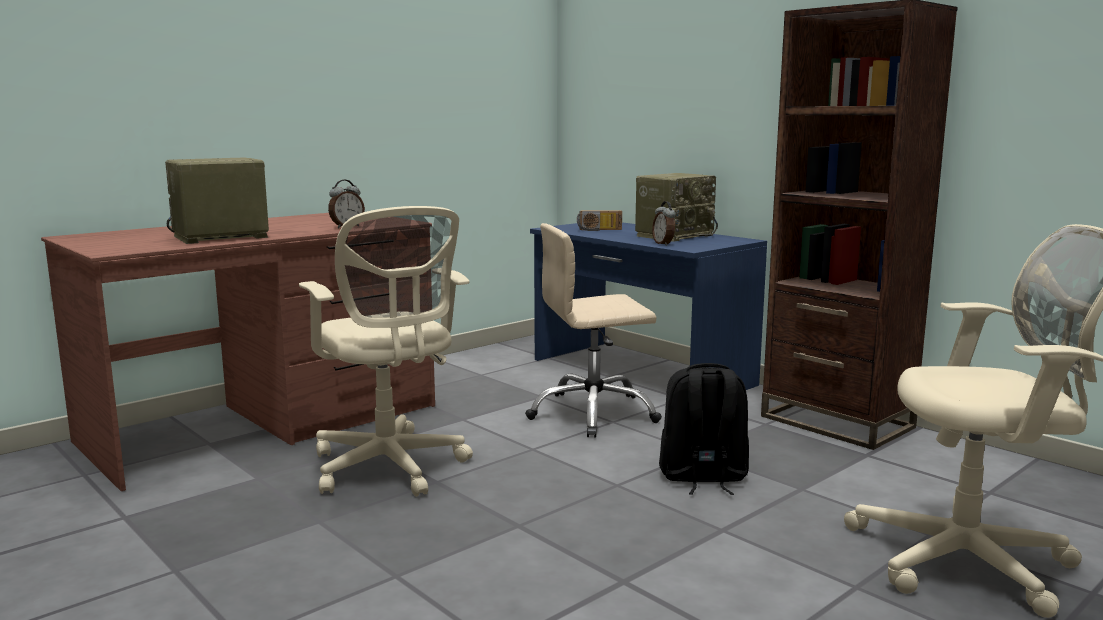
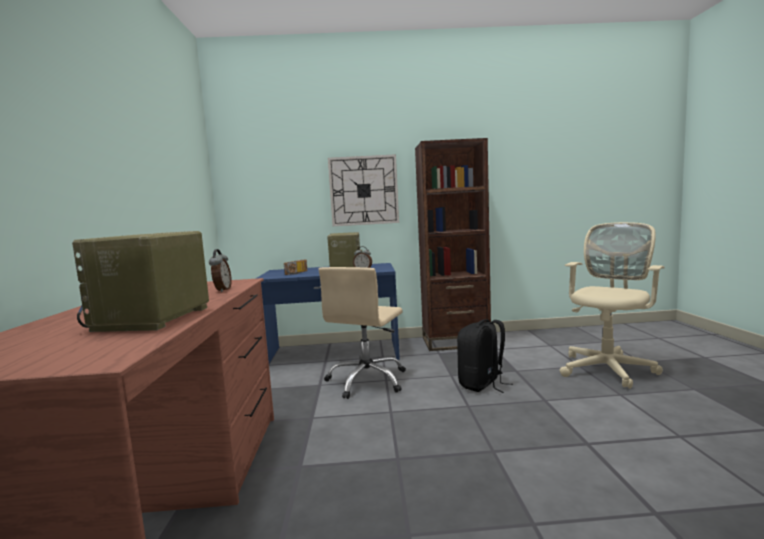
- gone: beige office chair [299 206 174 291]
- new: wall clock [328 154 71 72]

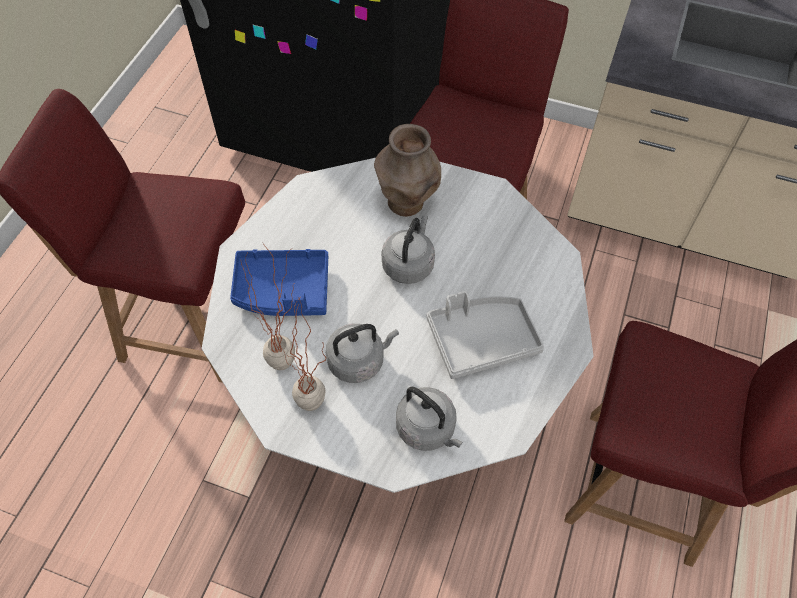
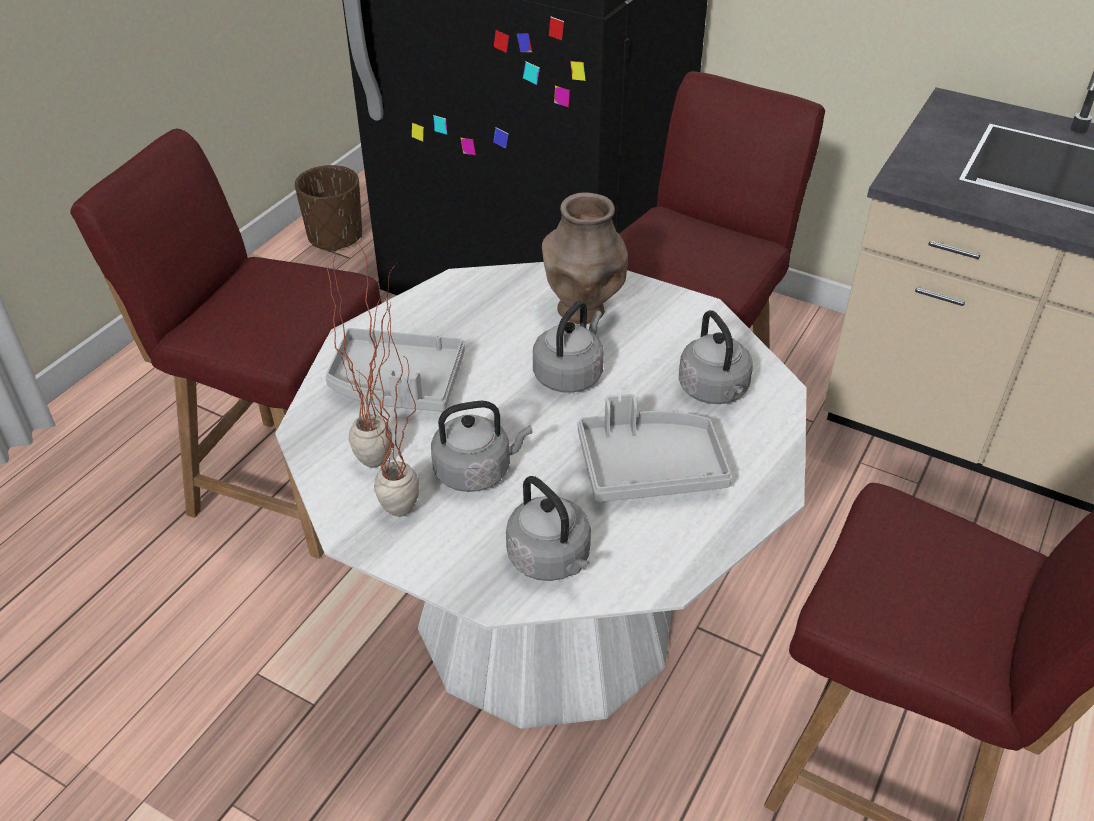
- repainted: blue tray [230 249 98 67] to grey tray [325 328 140 84]
- new: brown planter [295 165 67 87]
- new: grey kettle [679 310 74 94]

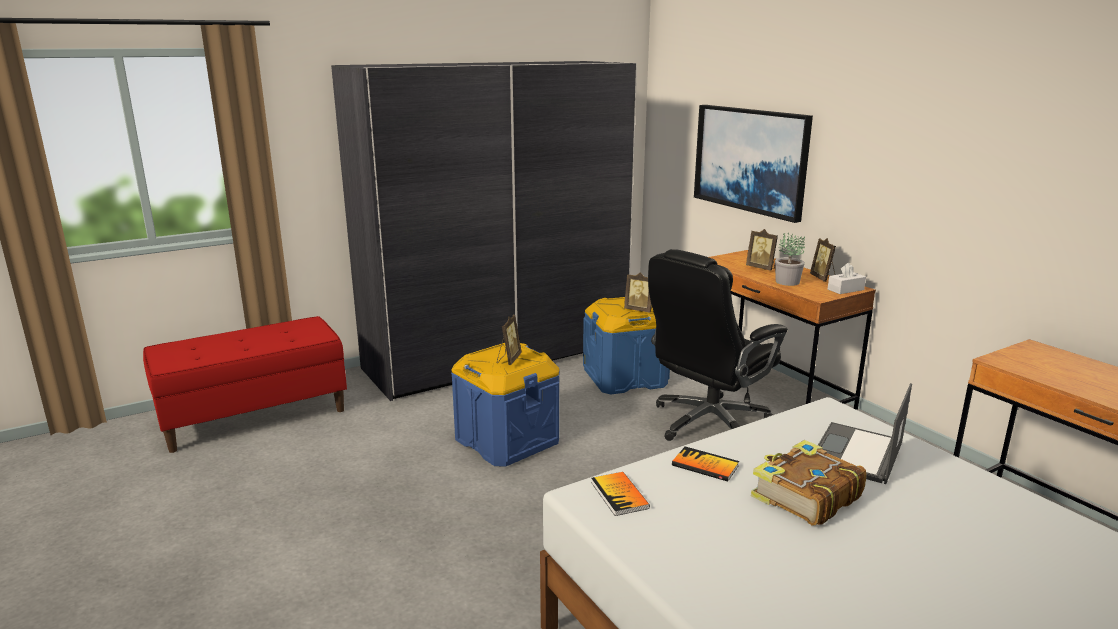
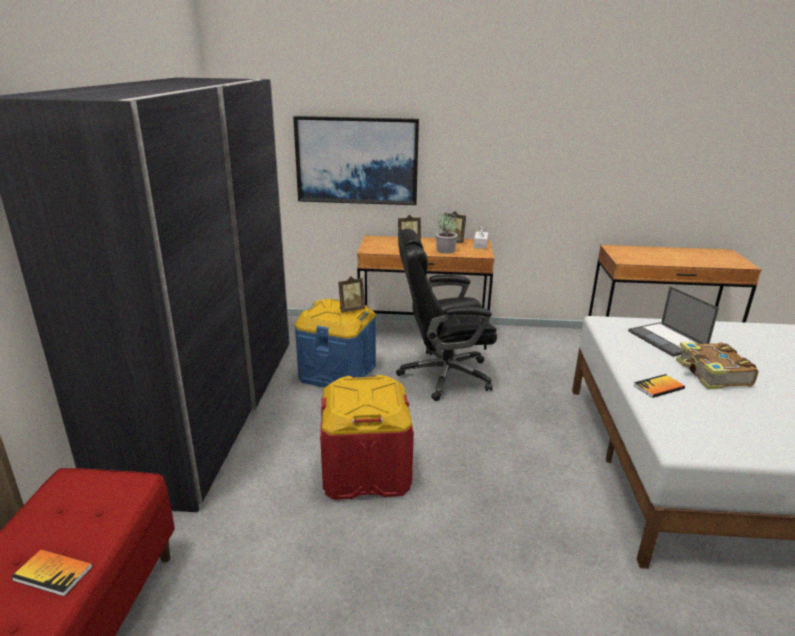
- rotated: black office chair [648 249 140 192] = [396 228 101 173] 90 degrees clockwise
- gone: picture frame [497 315 25 50]
- repainted: blue storage box [451 343 109 124] to red storage box [320 375 94 125]
- shifted: book [591 472 59 44] to [11 549 82 48]

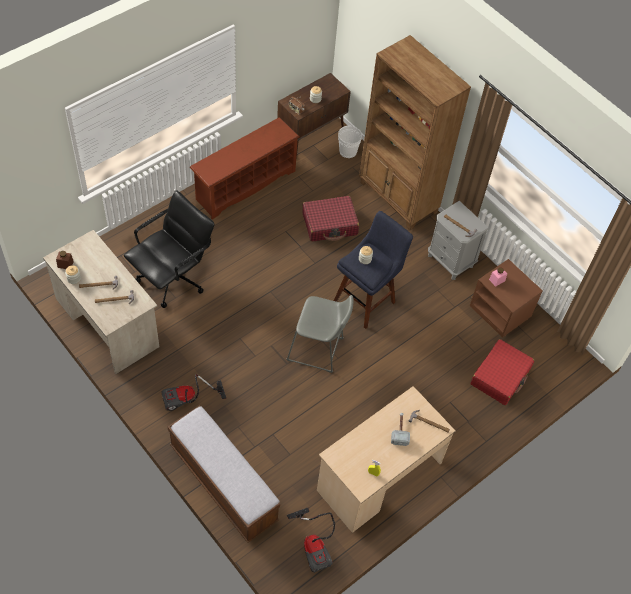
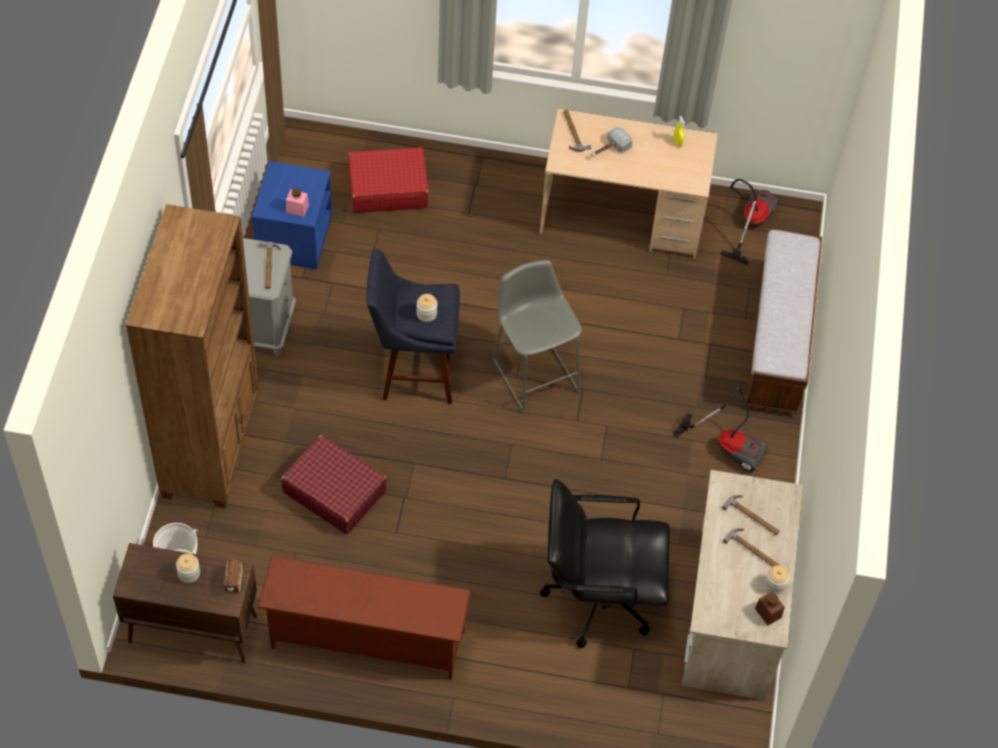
- repainted: brown nightstand [470 259 73 79] to blue nightstand [252 161 80 108]

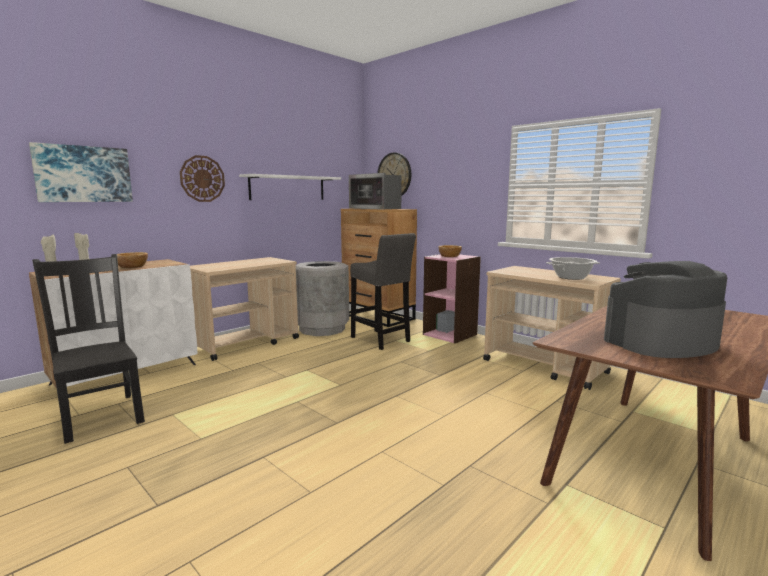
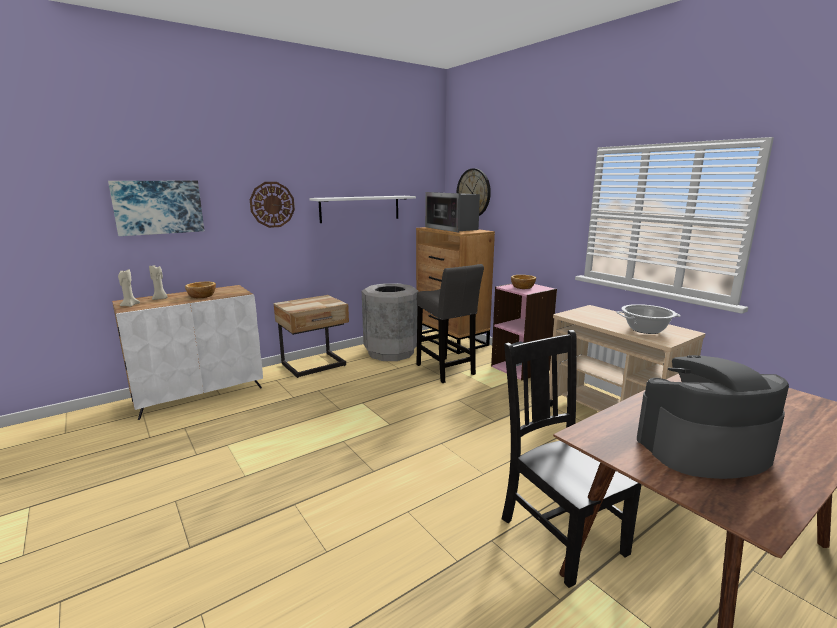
- shifted: black chair [32 254 113 190] to [502 330 139 258]
- swapped: beige cart [190 257 109 104] to beige nightstand [274 295 75 83]

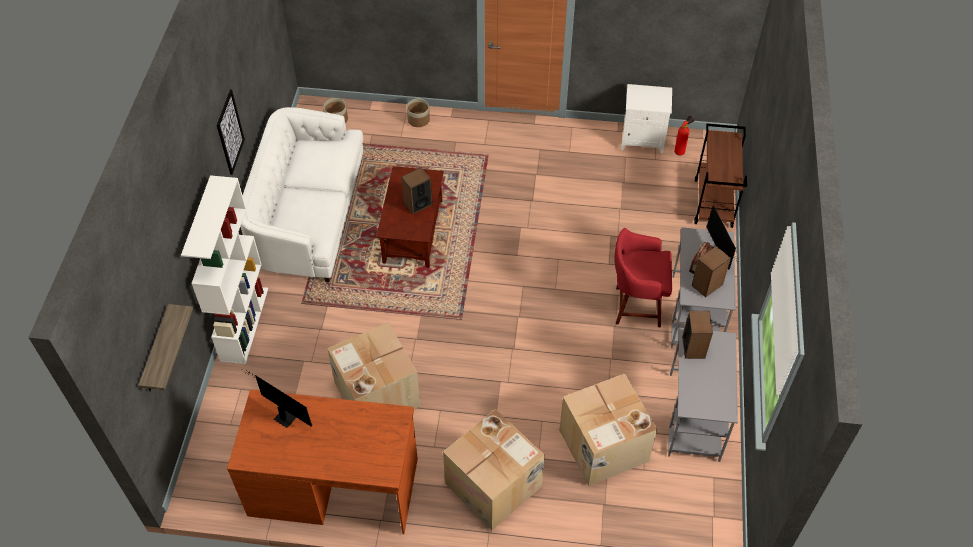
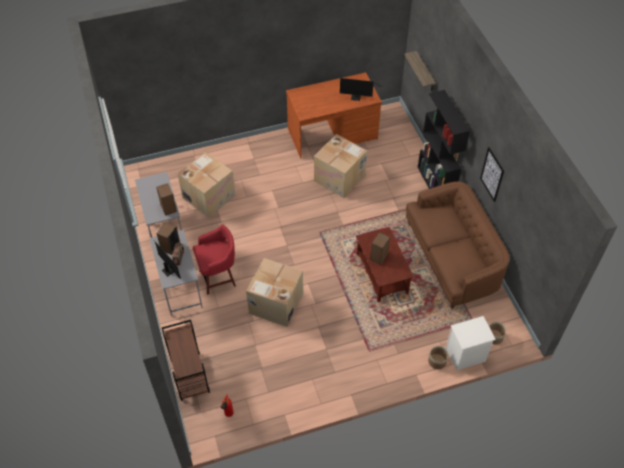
- shifted: white nightstand [621 84 51 69] to [445 316 51 54]
- repainted: white sofa [240 107 123 175] to brown sofa [406 181 104 128]
- repainted: white bookcase [181 175 87 189] to black bookcase [418 90 52 99]
- shifted: cardboard box [443 409 102 121] to [246 258 57 69]

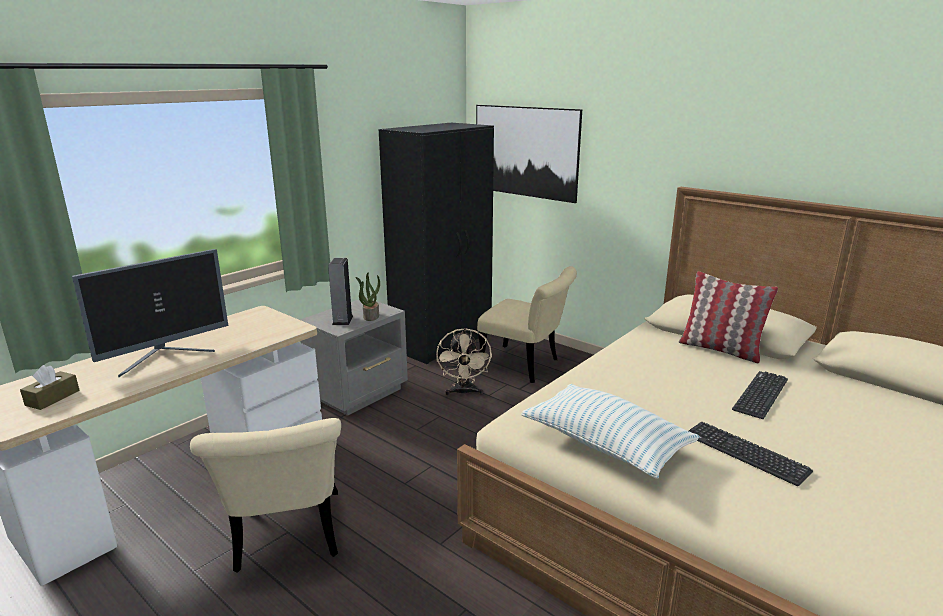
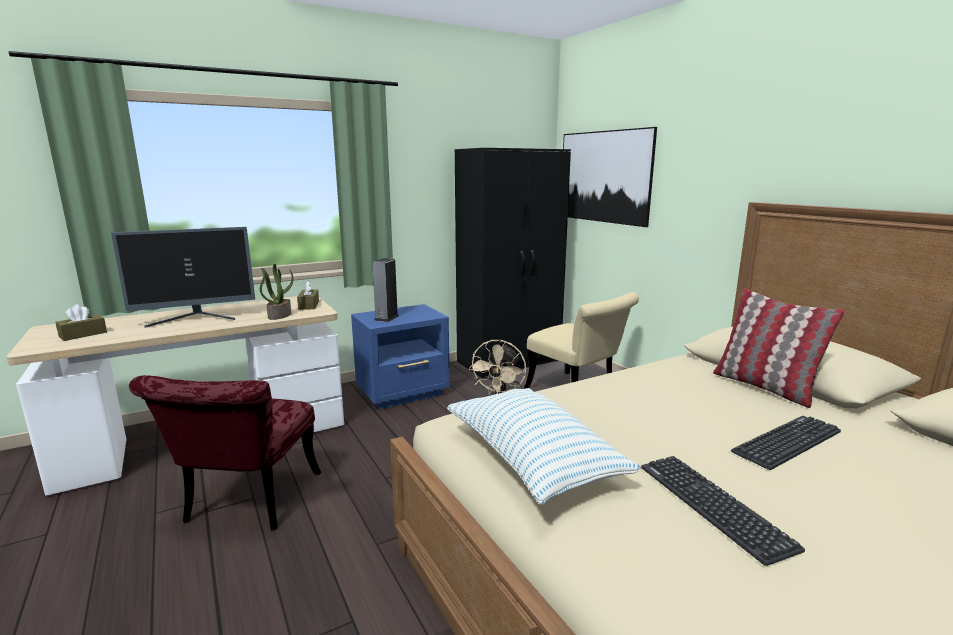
- shifted: potted plant [355 272 25 49] to [260 264 33 56]
- repainted: grey nightstand [300 298 108 118] to blue nightstand [351 304 99 105]
- repainted: beige chair [190 418 151 155] to red chair [129 375 192 156]
- new: brown tissue box [297 281 22 29]

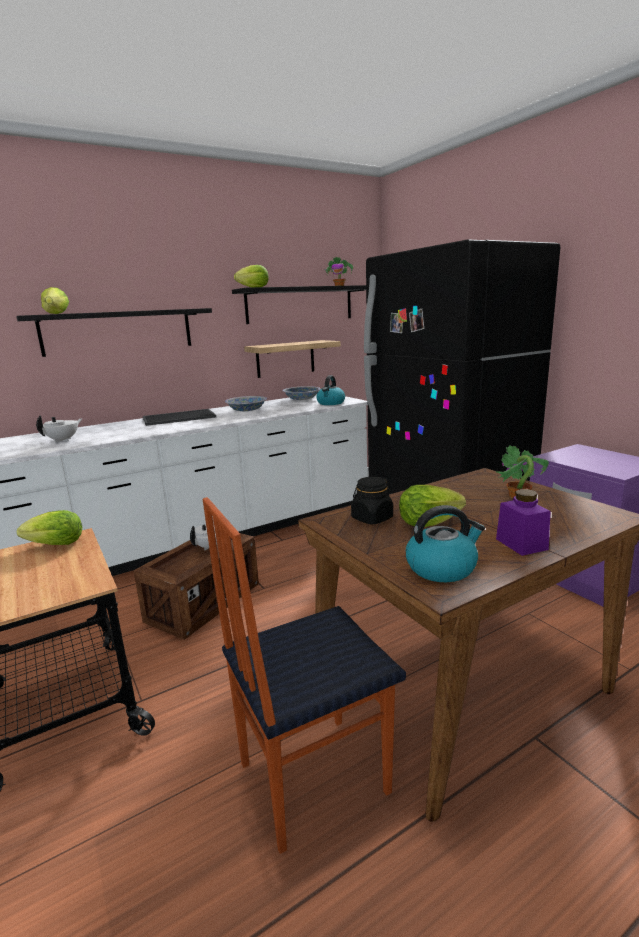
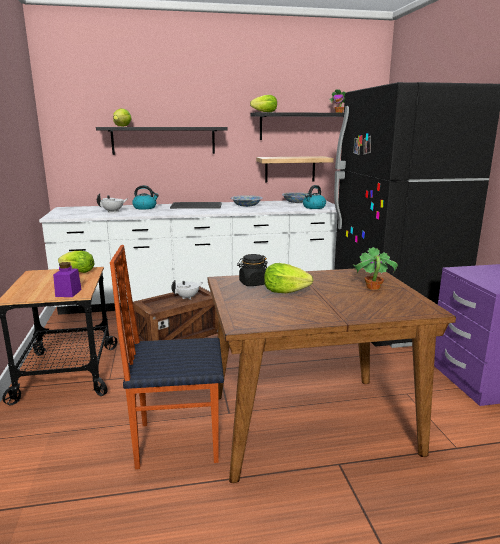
- shifted: purple jar [496 489 55 67] to [53 262 29 35]
- shifted: kettle [406 505 79 77] to [132 185 27 25]

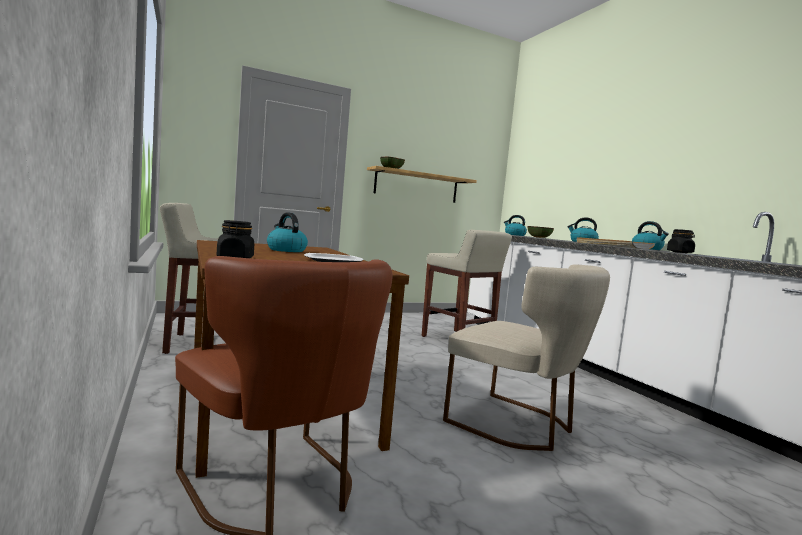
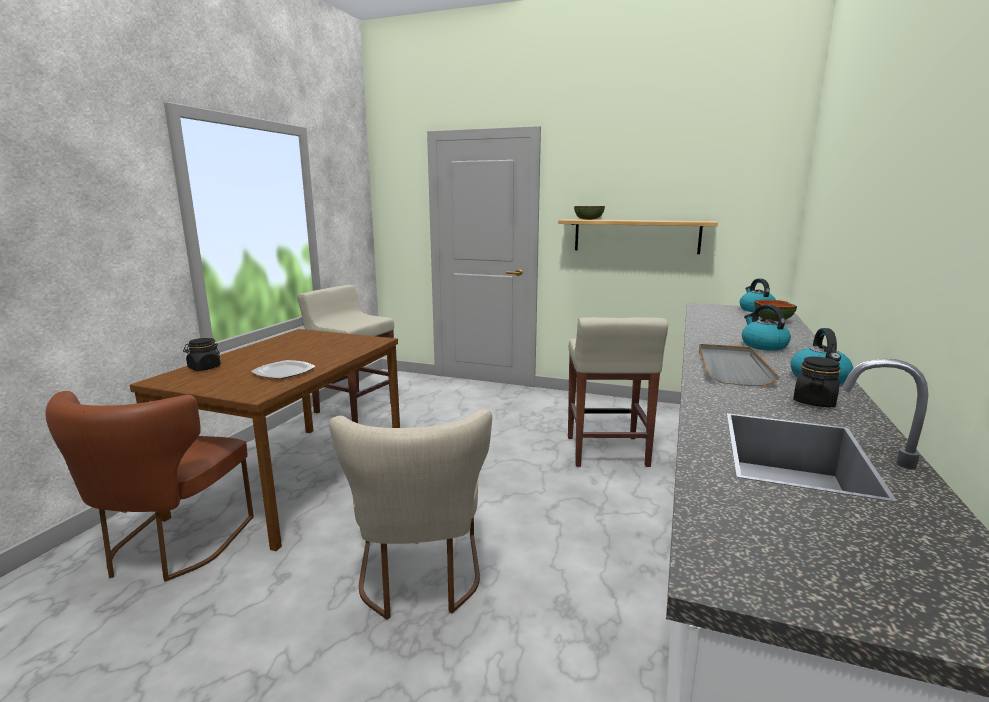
- gone: kettle [267 212 41 40]

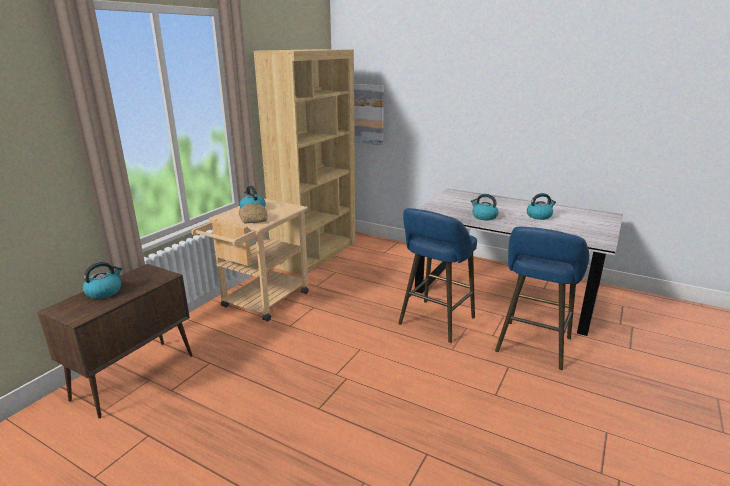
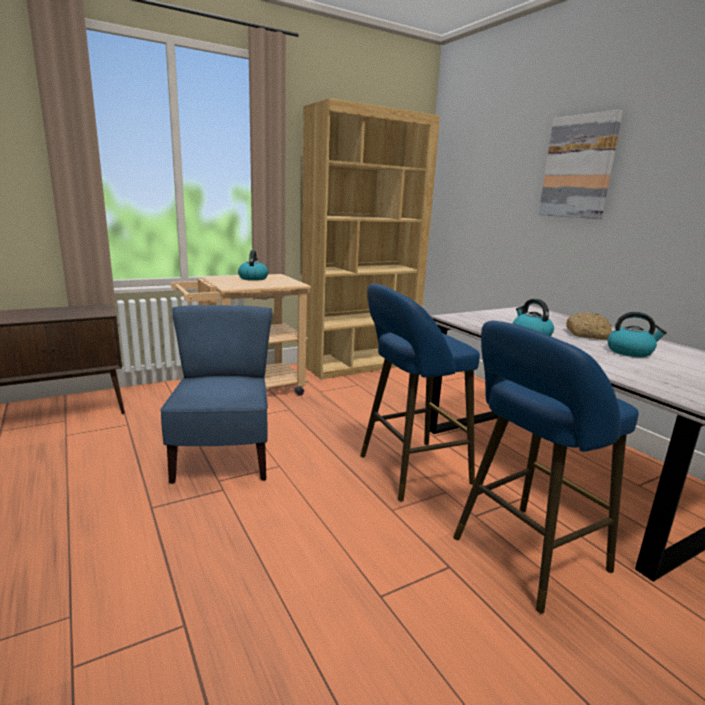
- shifted: picture [354 84 30 61] to [538 110 85 109]
- shifted: bread [239 203 29 21] to [566 312 46 28]
- gone: kettle [83 262 39 37]
- new: blue chair [160 305 112 179]

